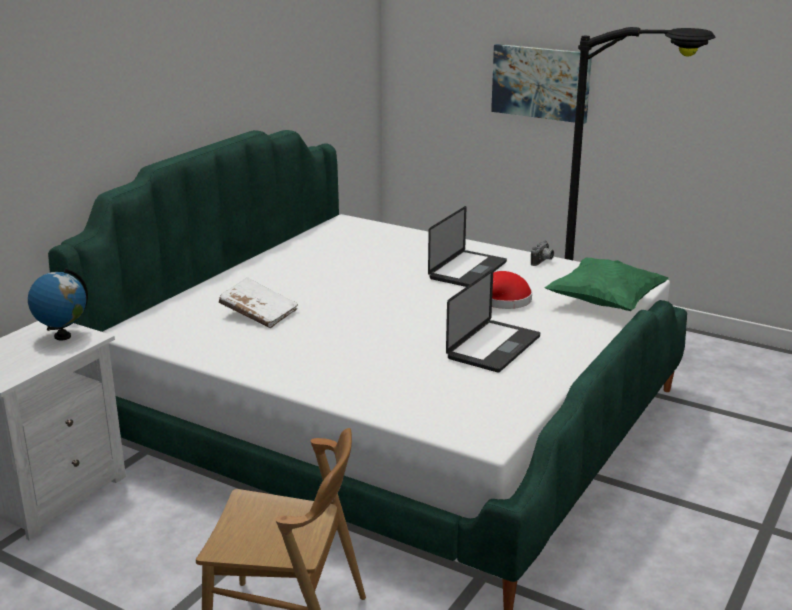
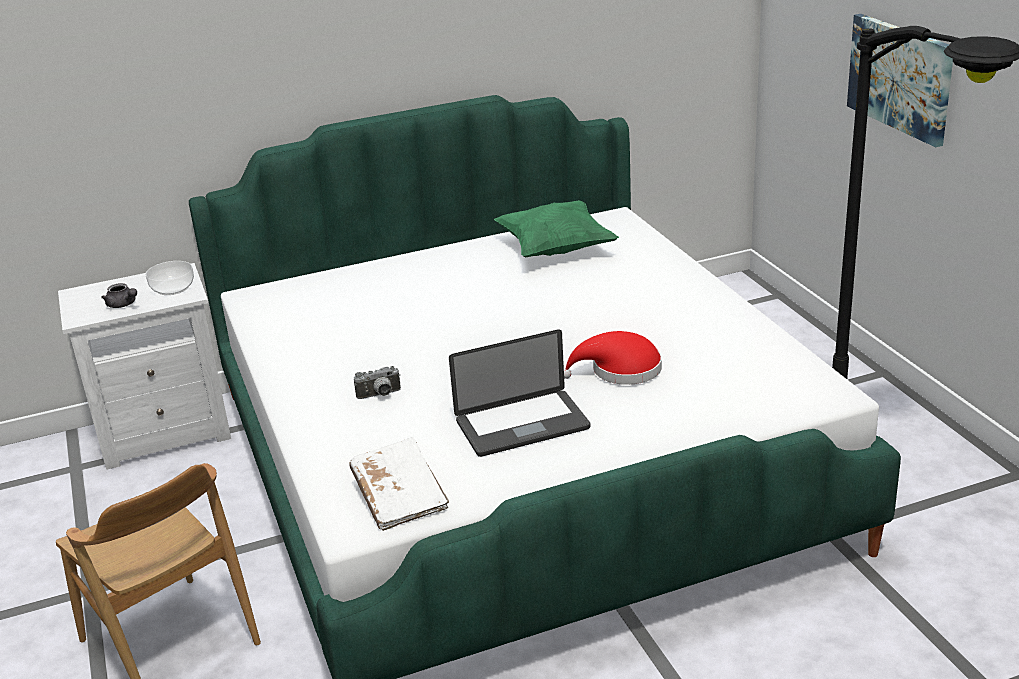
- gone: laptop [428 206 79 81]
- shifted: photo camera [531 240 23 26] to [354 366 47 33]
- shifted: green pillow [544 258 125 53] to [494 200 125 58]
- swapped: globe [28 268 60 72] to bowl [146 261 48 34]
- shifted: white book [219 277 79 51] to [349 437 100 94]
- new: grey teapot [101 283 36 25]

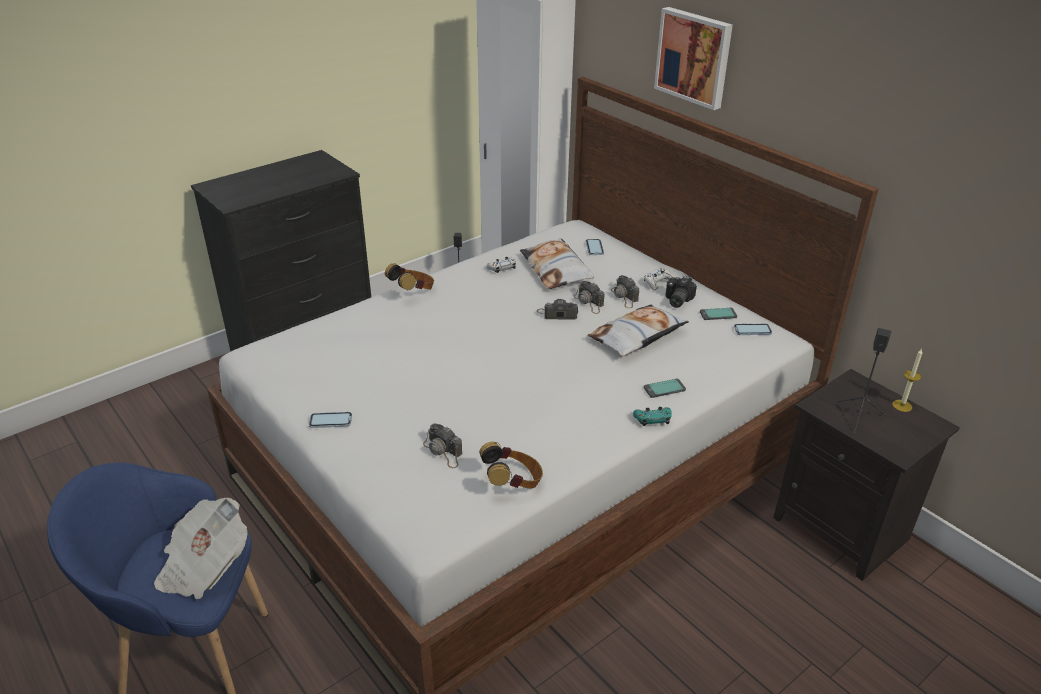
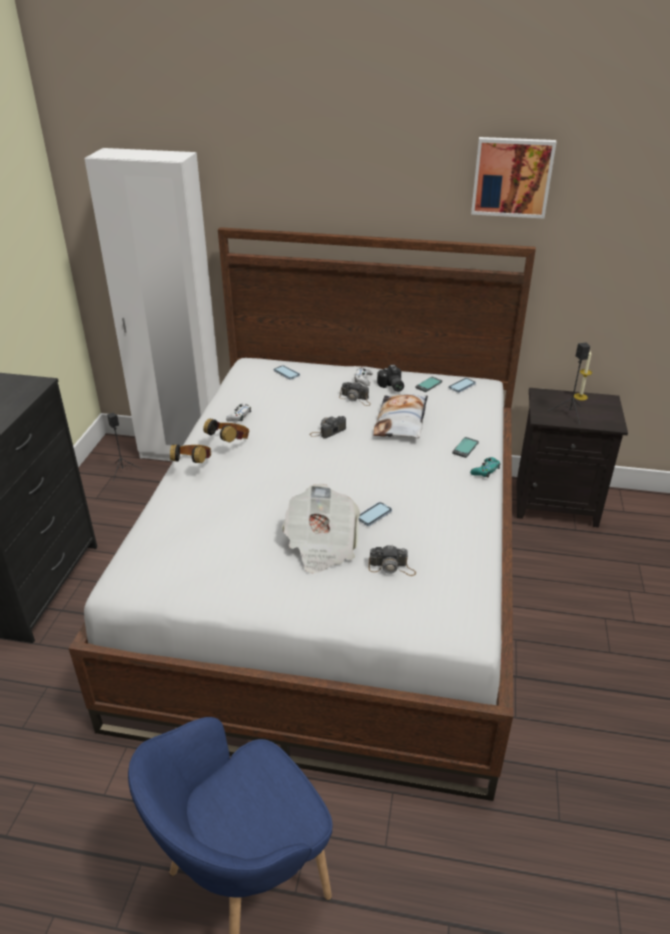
- shifted: picture [654 7 79 103] to [471 137 86 82]
- gone: pillow [520 238 74 51]
- gone: photo camera [574 281 31 33]
- shifted: phone [309 412 43 16] to [359 502 33 24]
- shifted: headphones [479 442 64 47] to [203 418 46 24]
- shifted: newspaper [154 498 93 101] to [282 484 78 90]

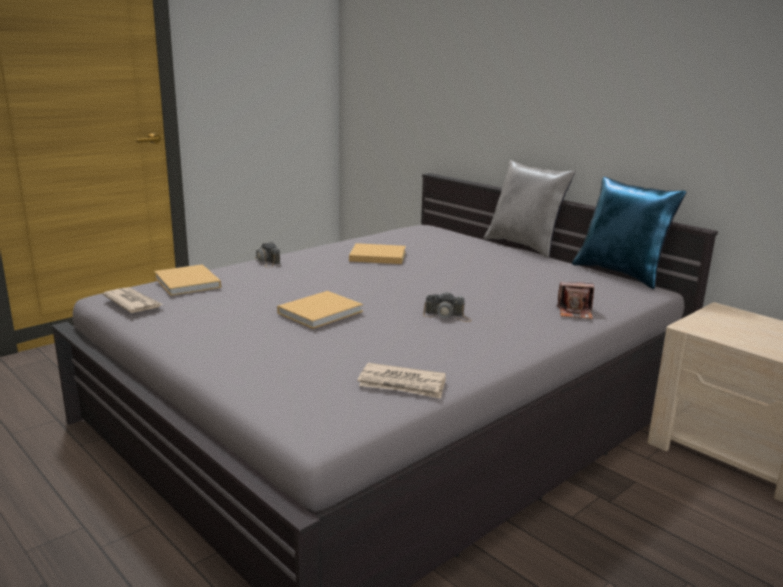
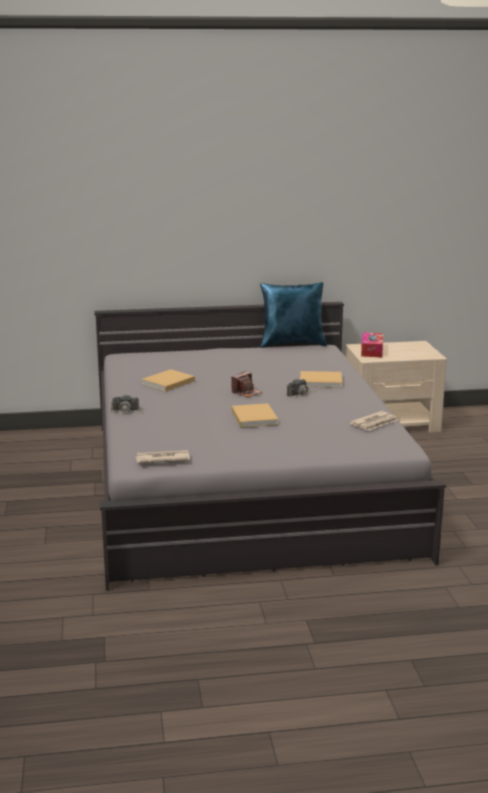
- gone: grey pillow [484 160 91 98]
- shifted: beige book [154 264 67 32] to [300 371 42 17]
- shifted: photo camera [556 282 38 37] to [231 371 31 26]
- new: tissue box [361 332 22 25]

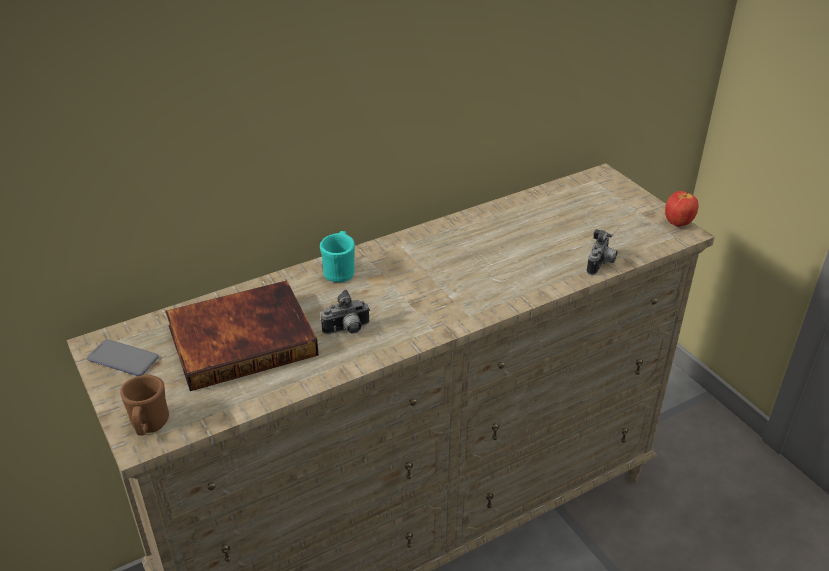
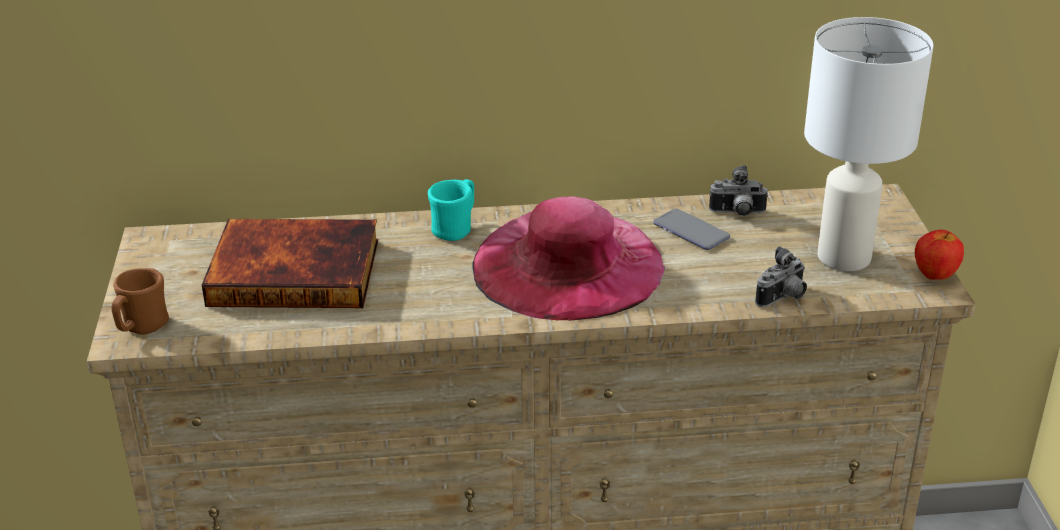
- shifted: photo camera [321 290 49 44] to [709 165 59 51]
- shifted: phone [87 339 72 37] to [653 209 77 41]
- new: white table lamp [804 17 130 254]
- new: pink hat [473 196 192 125]

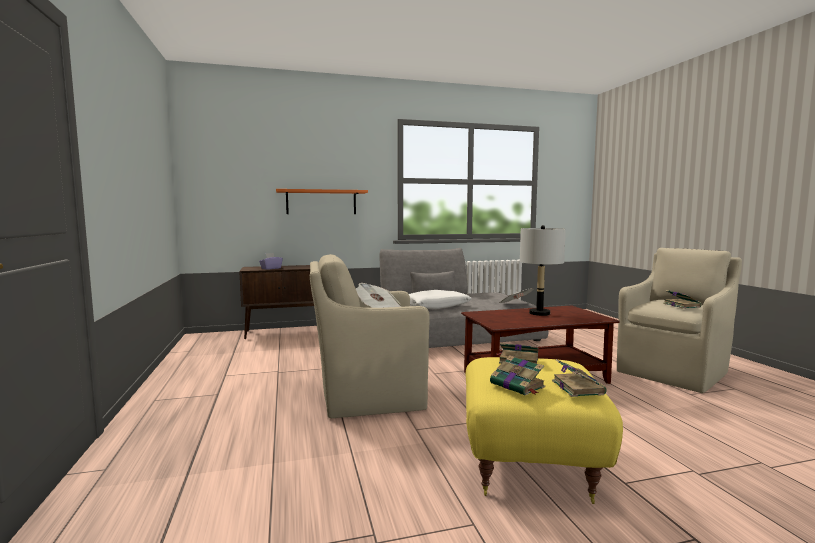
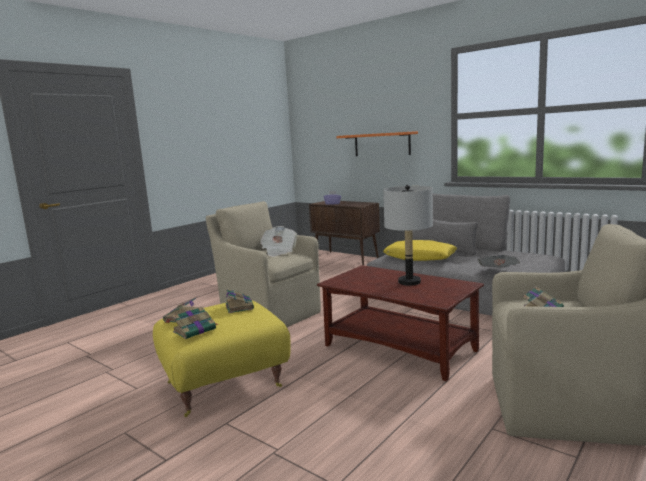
- repainted: white pillow [409 290 63 20] to yellow pillow [383 240 74 21]

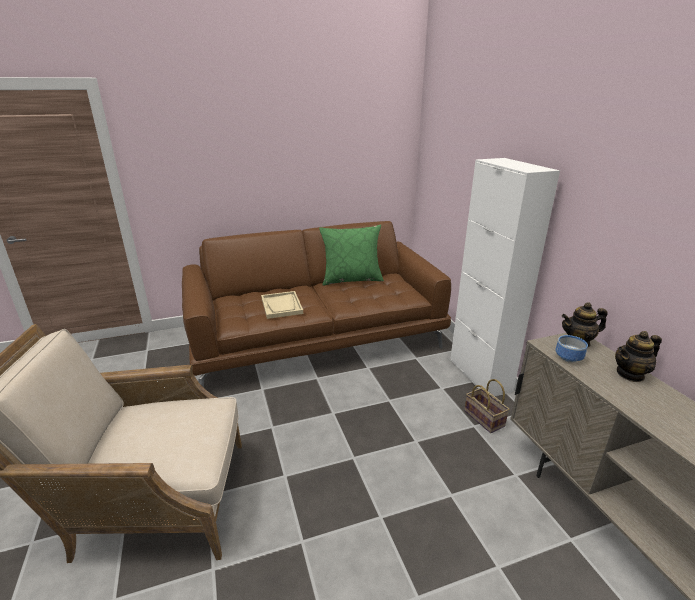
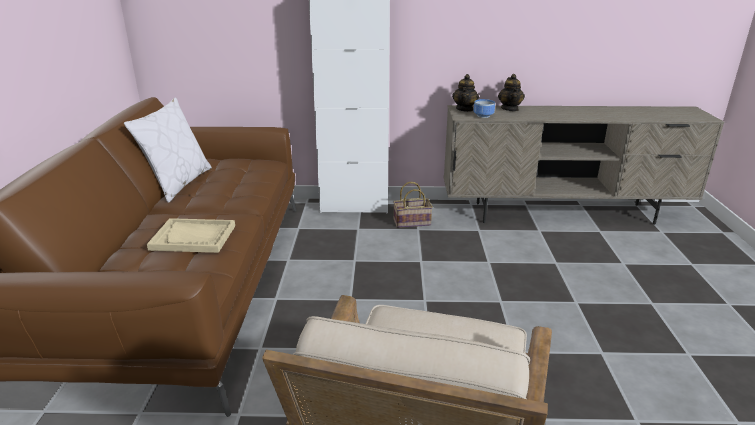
- repainted: green pillow [319 225 65 61] to white pillow [124 97 88 106]

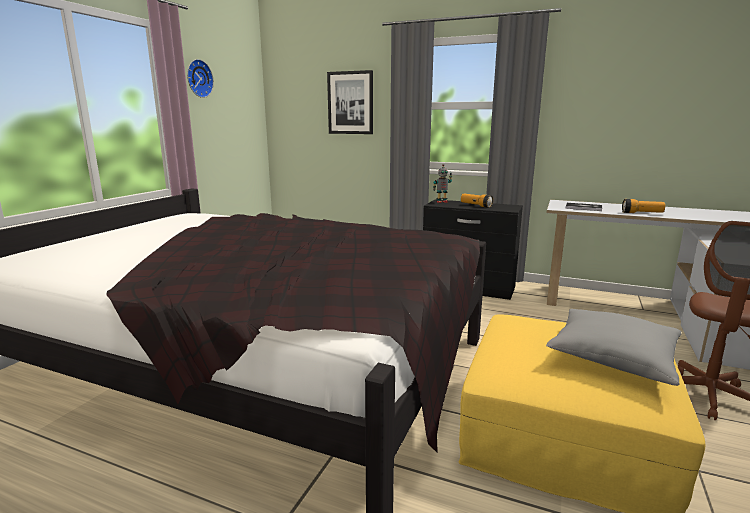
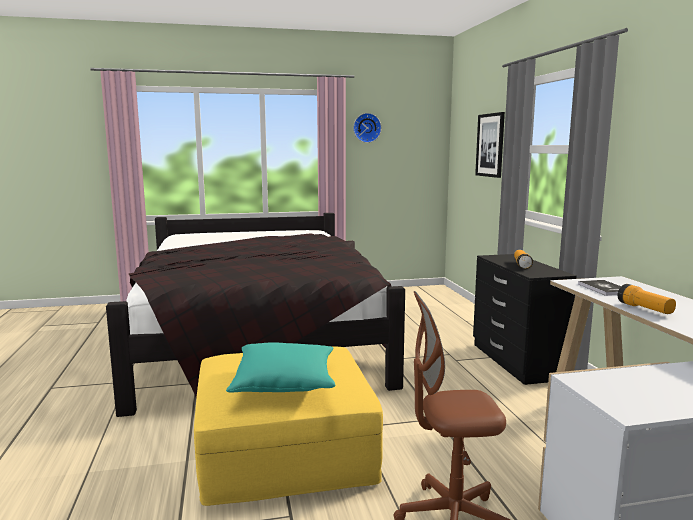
- gone: toy robot [433 164 19 39]
- repainted: grey pillow [546 309 135 77] to turquoise pillow [226 342 109 50]

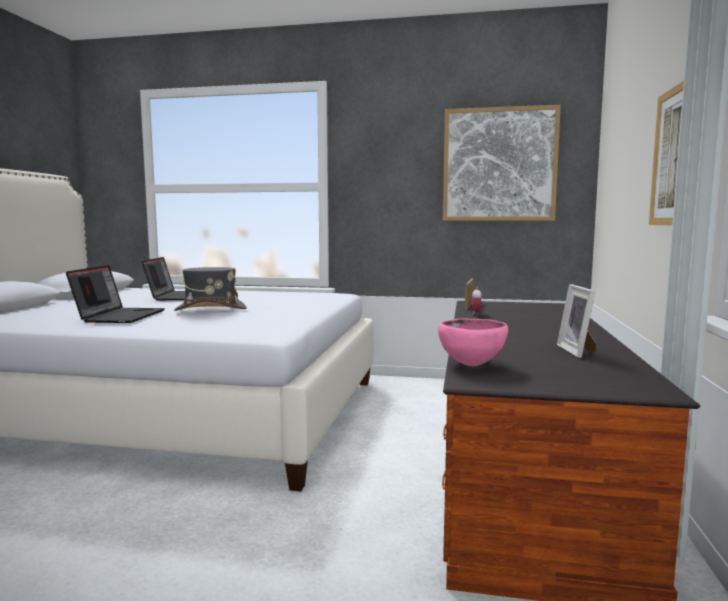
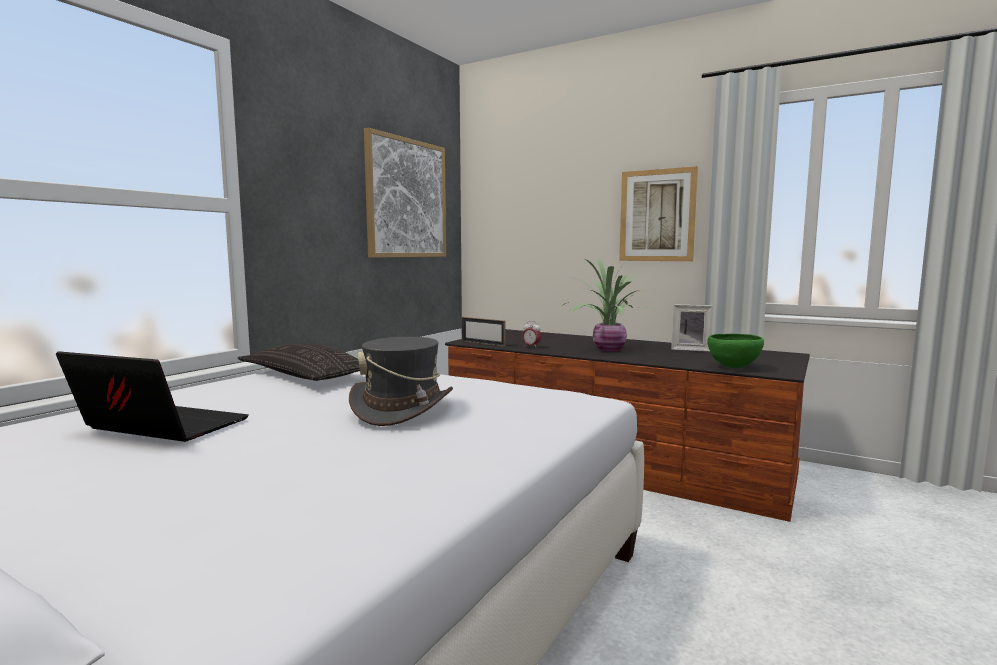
- gone: laptop [66 265 99 58]
- repainted: pink bowl [438 319 70 47] to green bowl [707 333 57 36]
- new: potted plant [562 259 94 93]
- new: pillow [238 343 122 38]

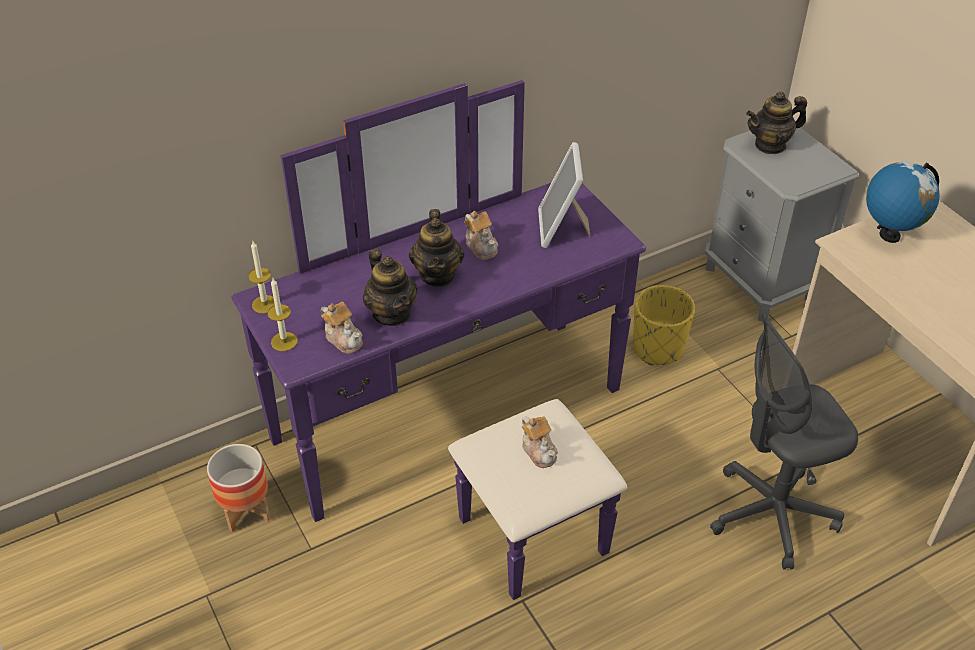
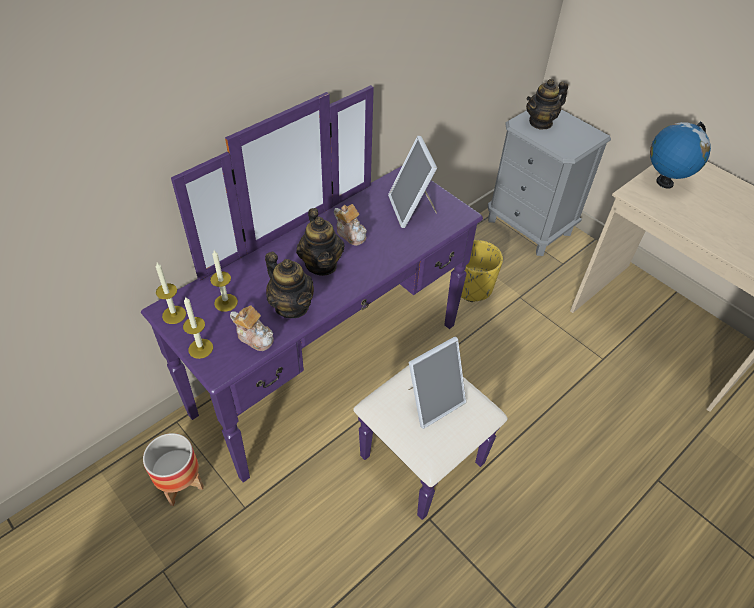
- gone: grey office chair [710 315 148 254]
- swapped: teapot [522 417 36 51] to picture frame [408 337 58 92]
- new: candle [210 250 28 62]

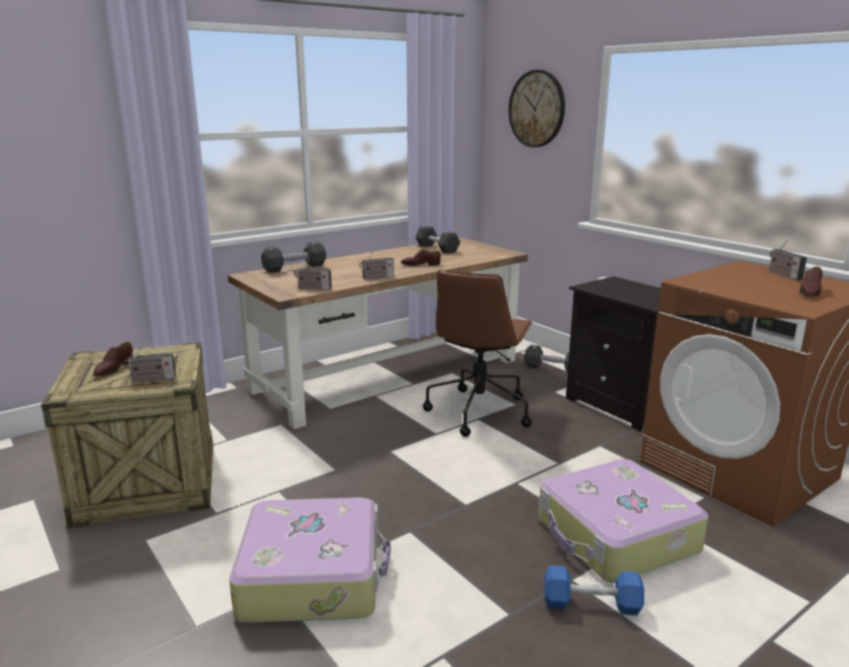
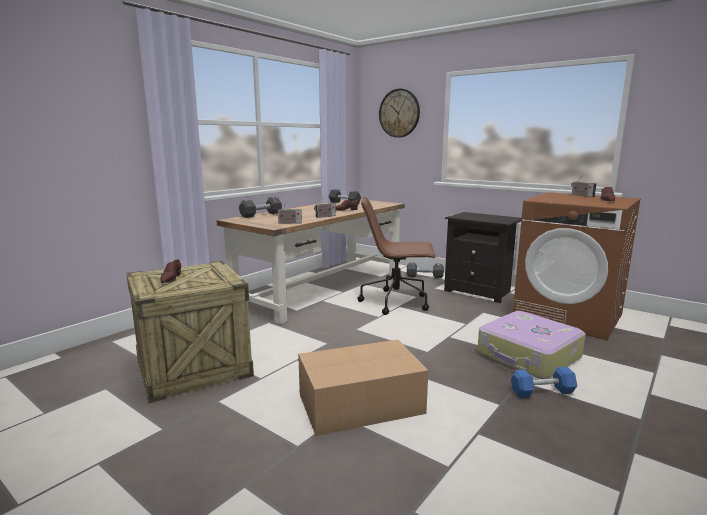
- rotated: brown office chair [423 270 110 167] = [357 197 80 118] 90 degrees clockwise
- gone: radio [124 344 52 39]
- swapped: suitcase [229 497 162 126] to cardboard box [298 340 130 96]

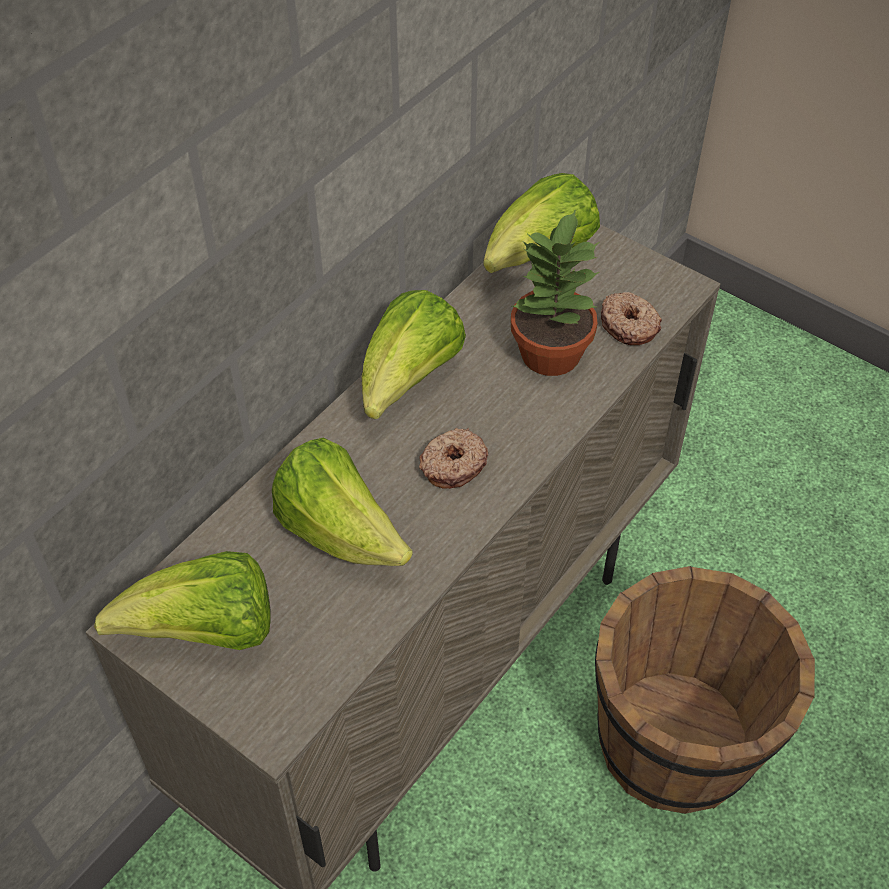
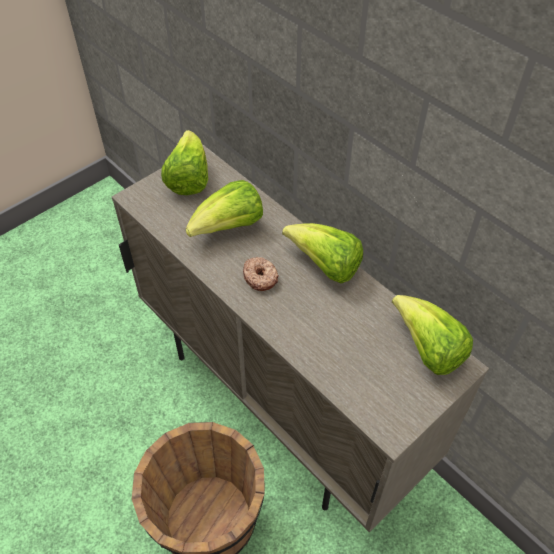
- gone: potted plant [511 209 88 167]
- gone: donut [601 292 61 53]

